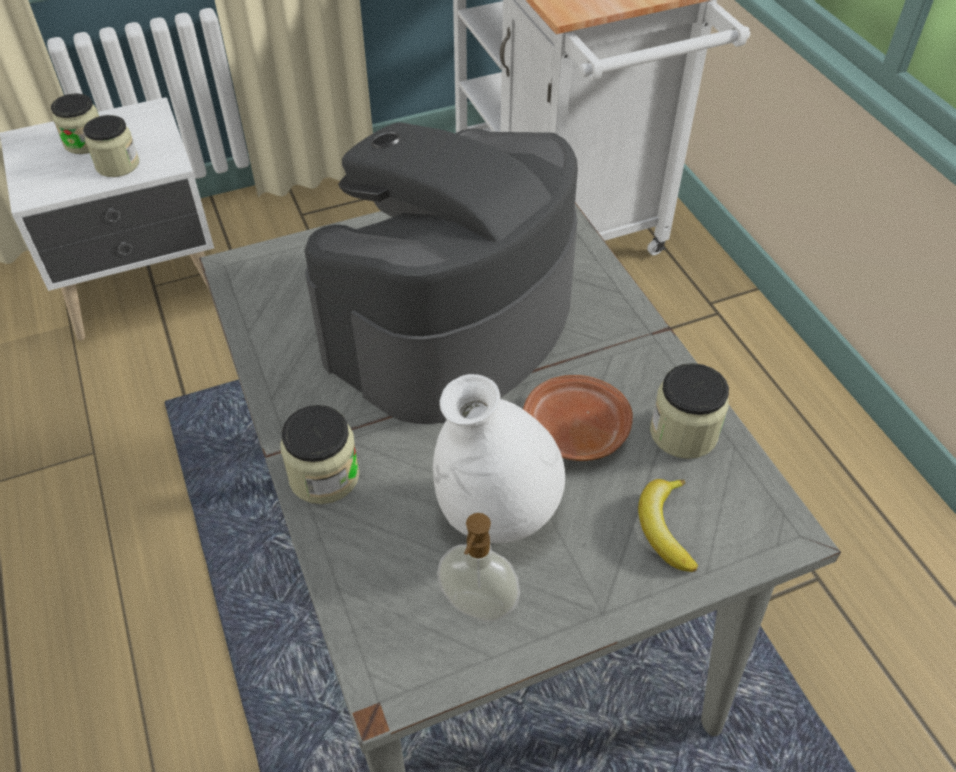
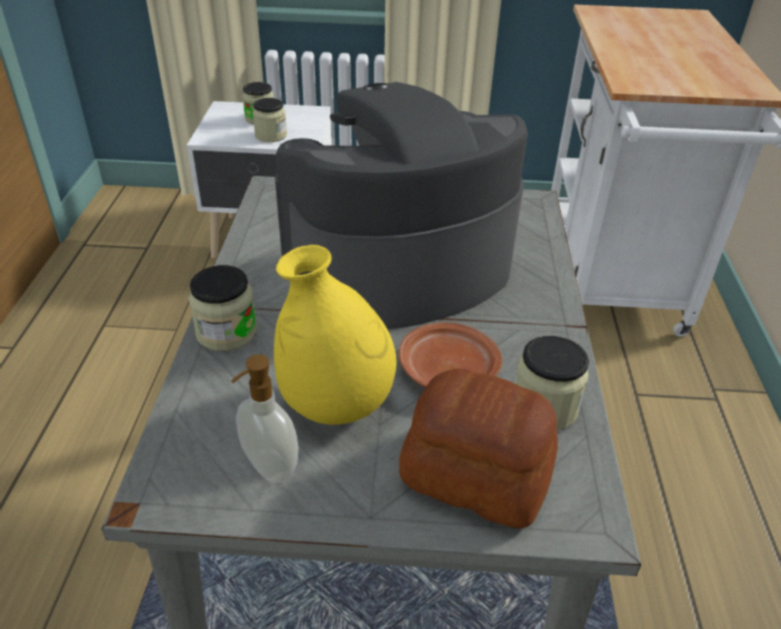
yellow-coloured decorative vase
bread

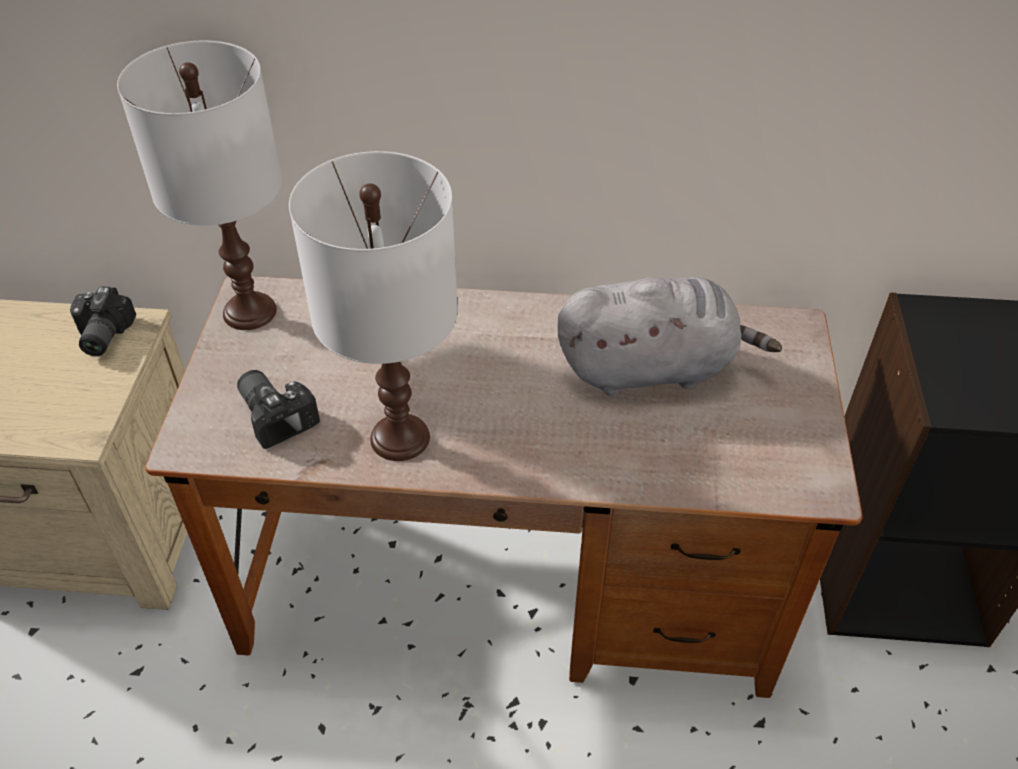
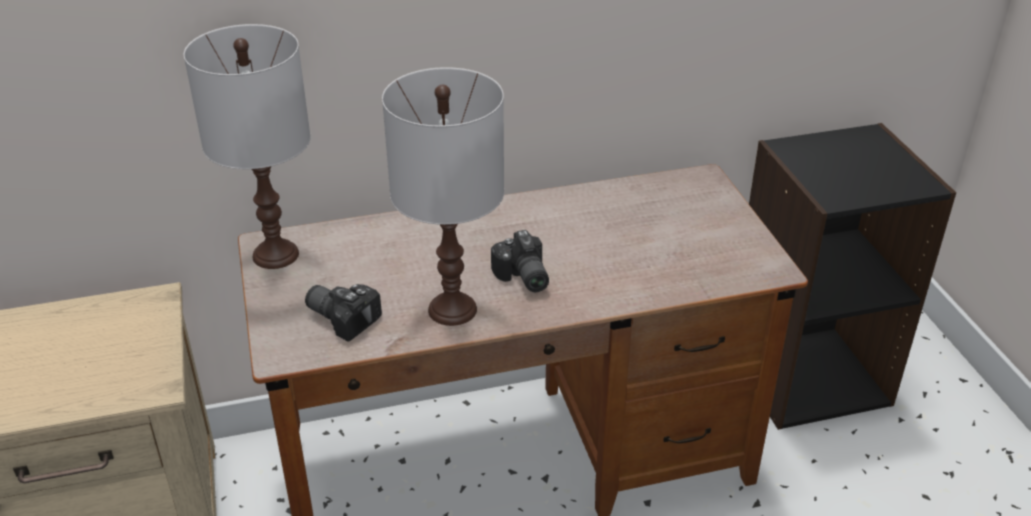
gray cuddly toy
still camera (2nd from left)

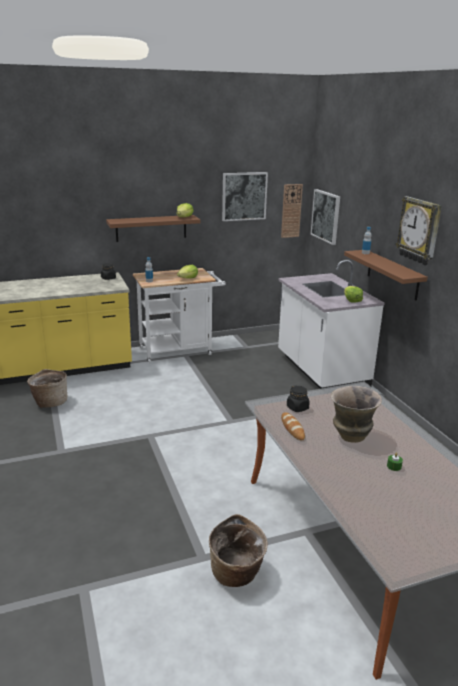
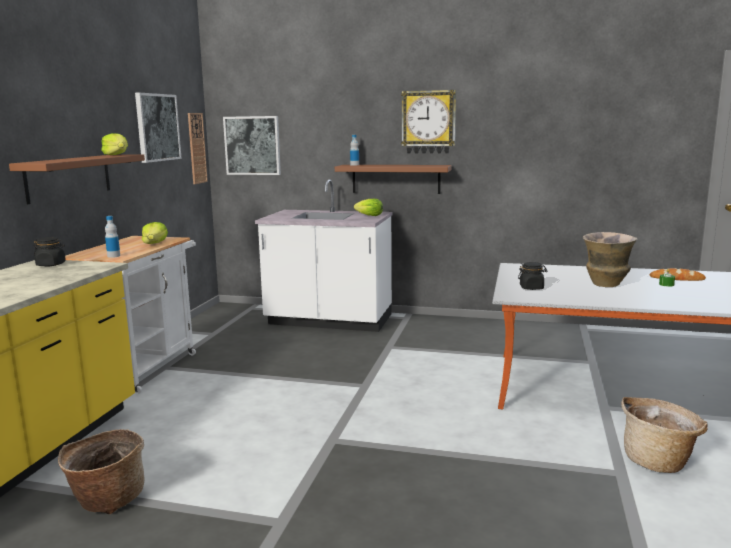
bread

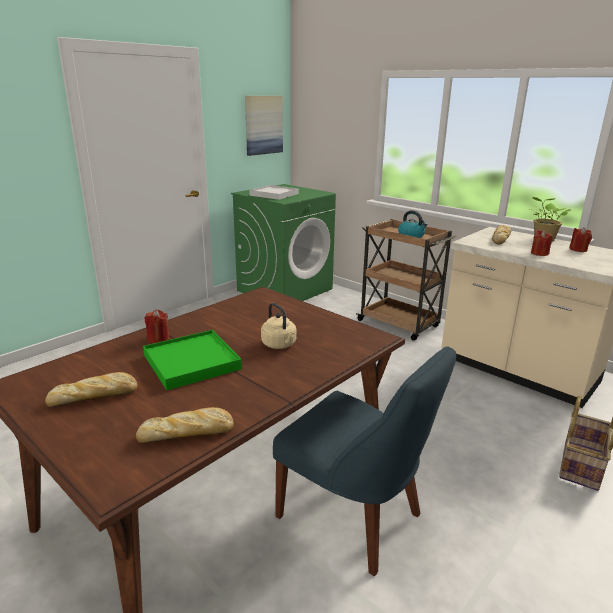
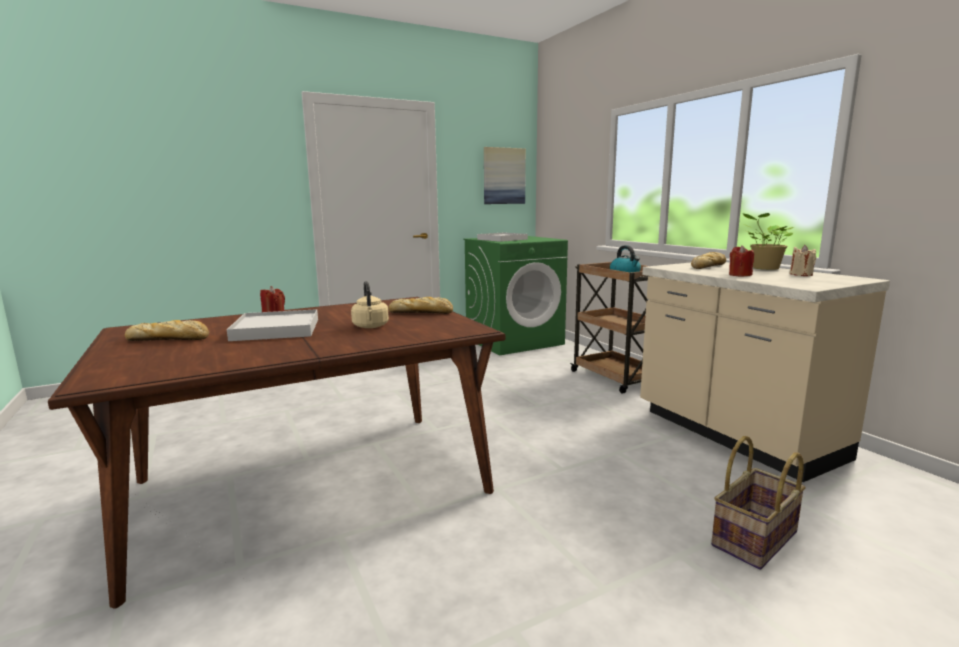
beige wax light
white carrying tray (1st from left)
bluish plain chair
bread (2nd from left)

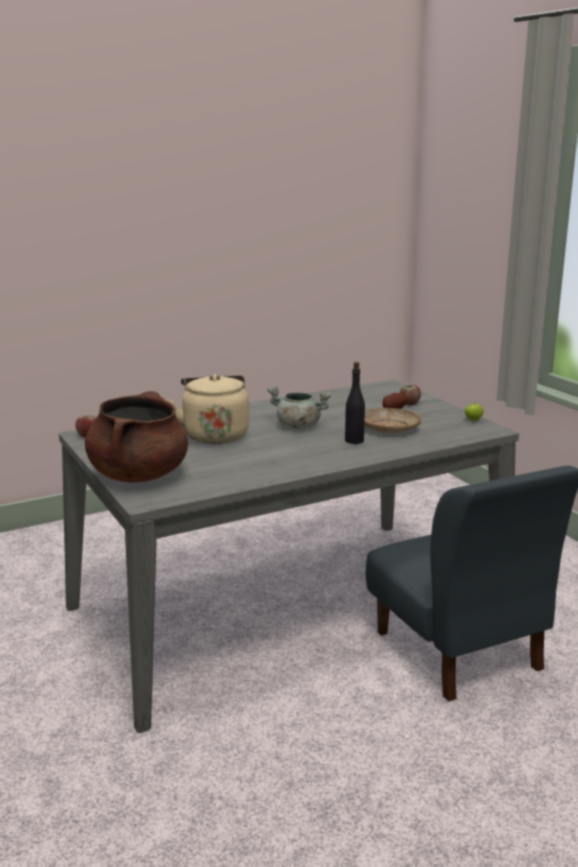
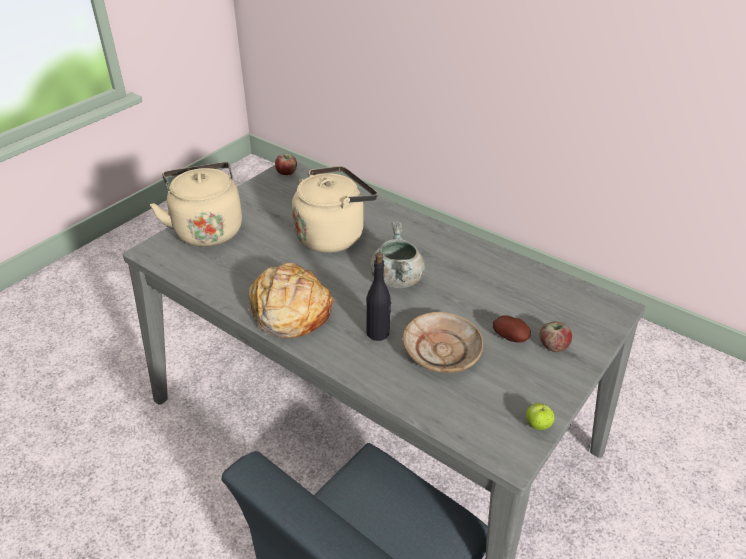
beige tea kettle (1st from left)
bread

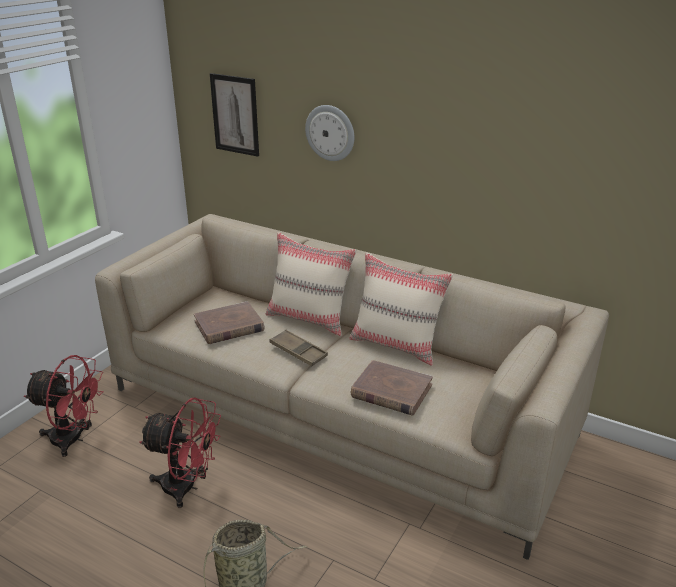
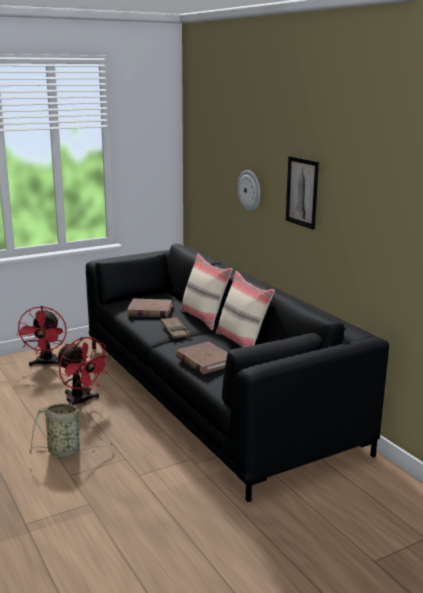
wall art
black couch
red-coloured cooling fan (1st from left)

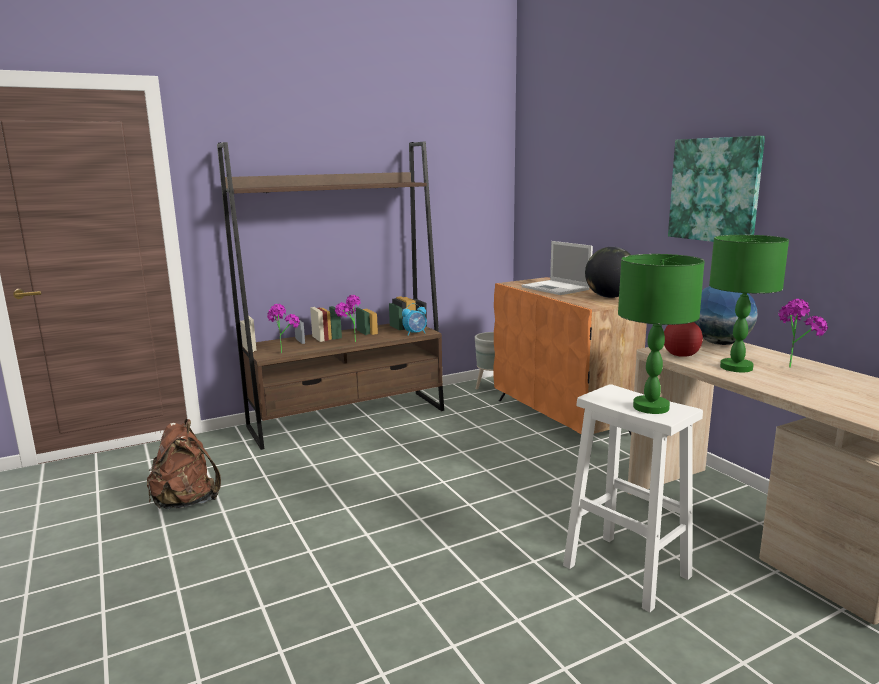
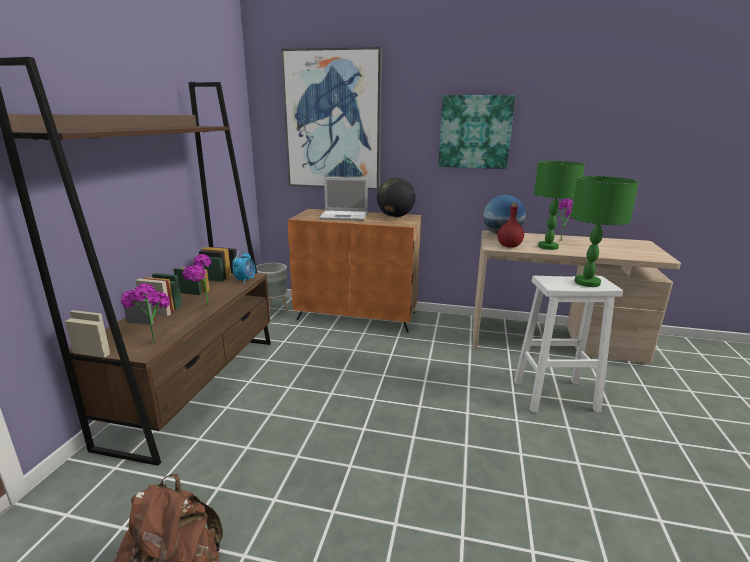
wall art (1st from left)

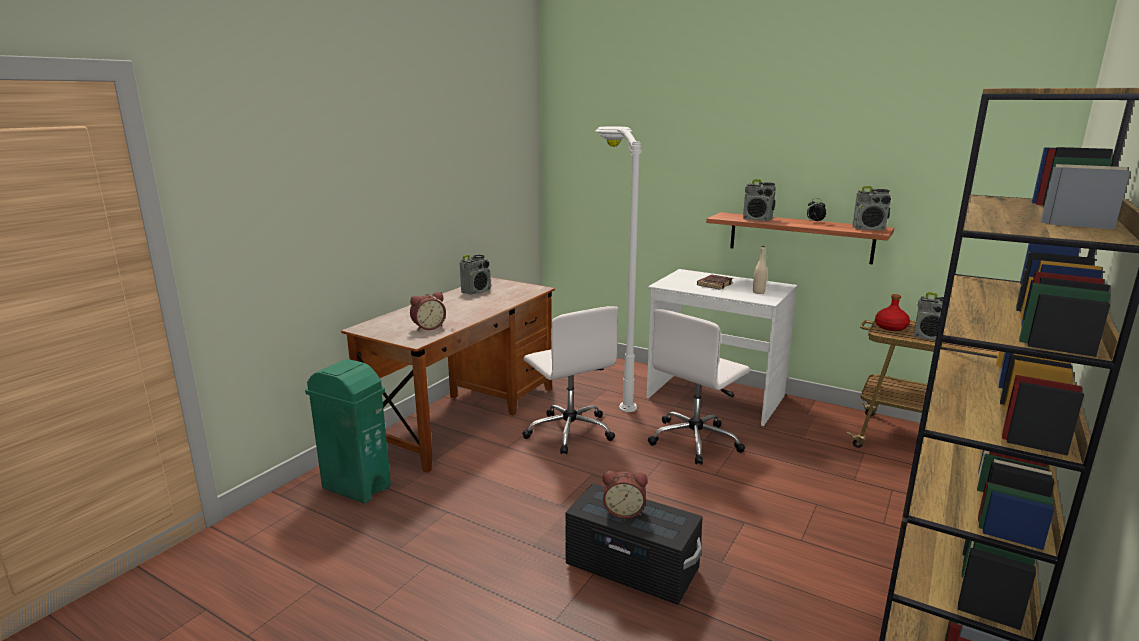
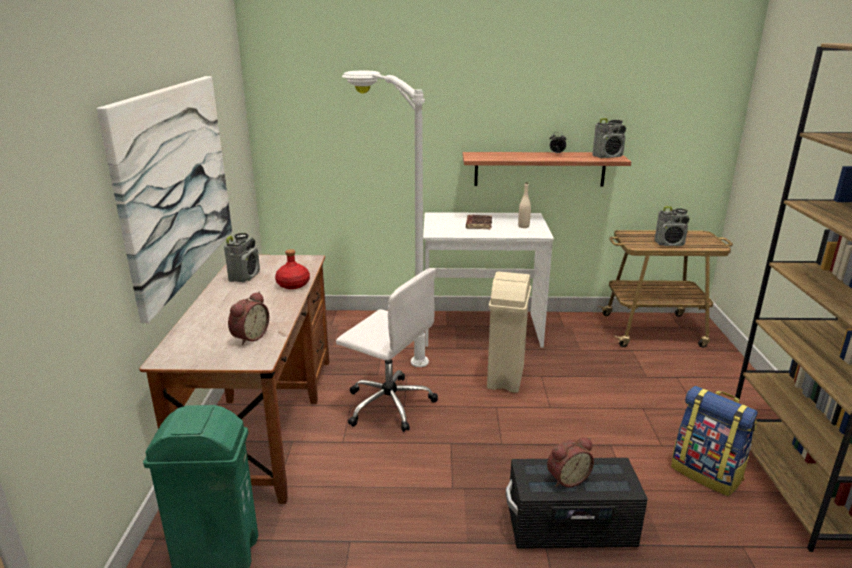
radio receiver (2nd from left in the first image)
red-coloured drink bottle
beige trash can
wall art
rucksack

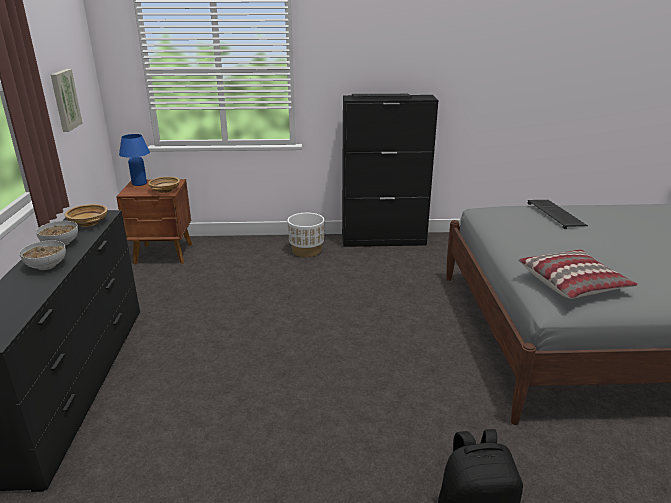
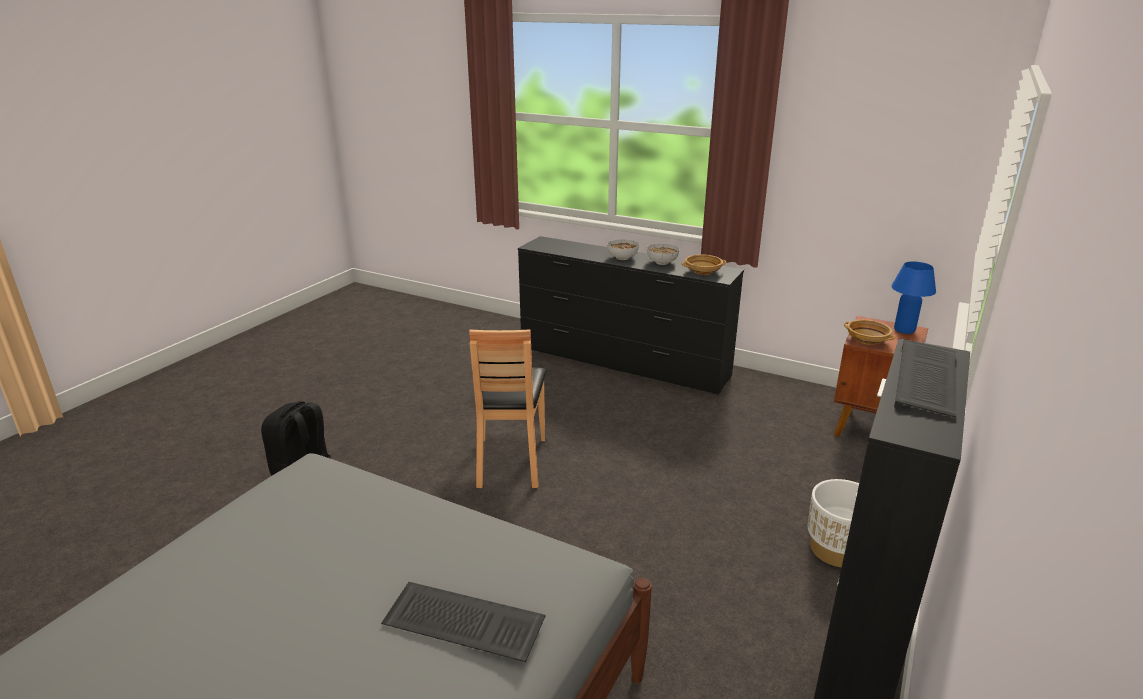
wall art
cushion
brownish plain chair

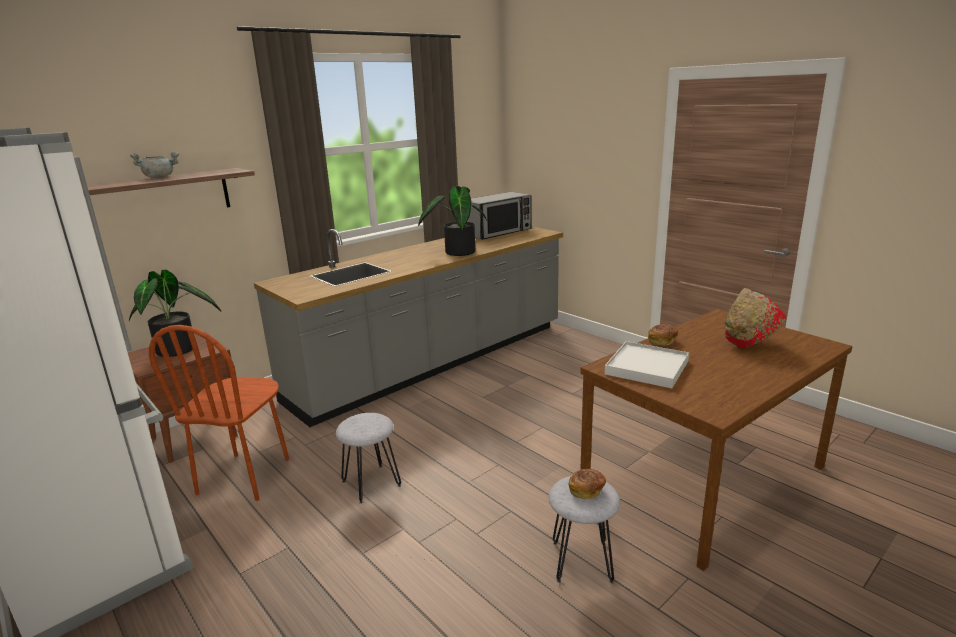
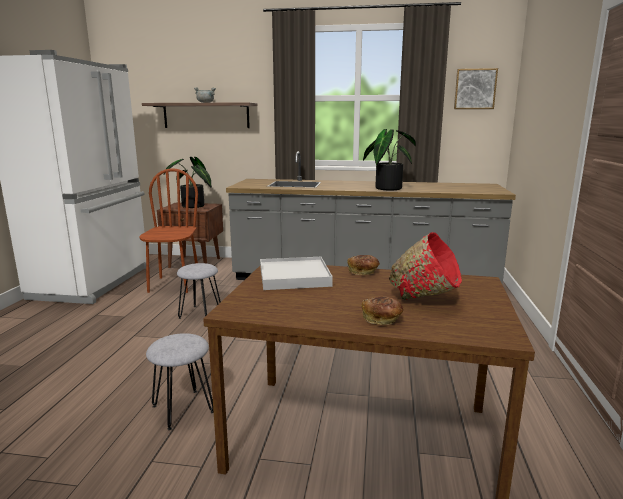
microwave
brownish plain chair
bread (2nd from left)
wall art

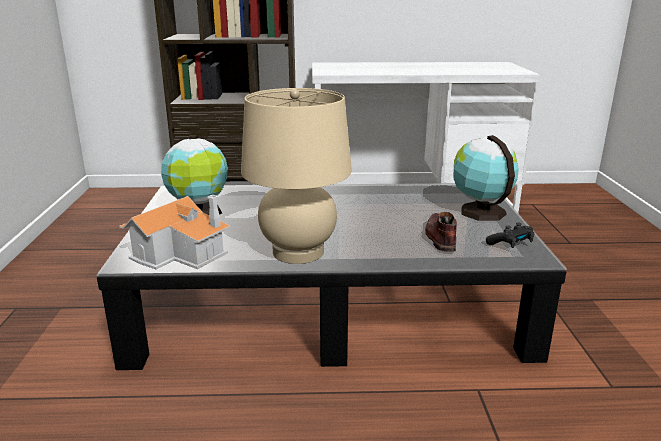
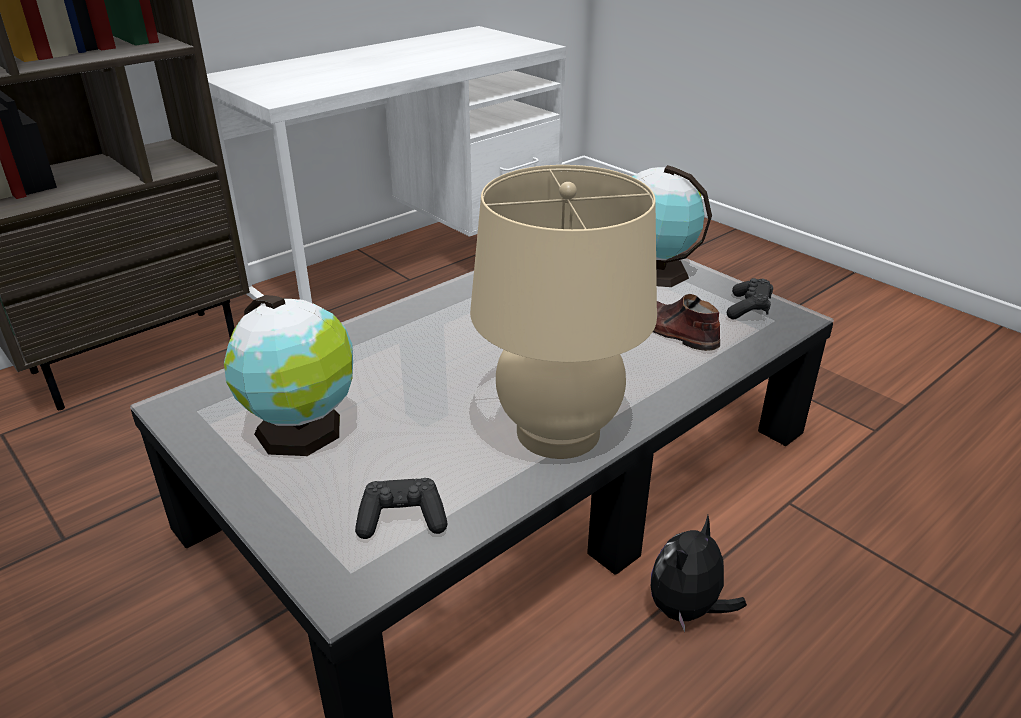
black gamepad (1st from left)
cuddly toy

